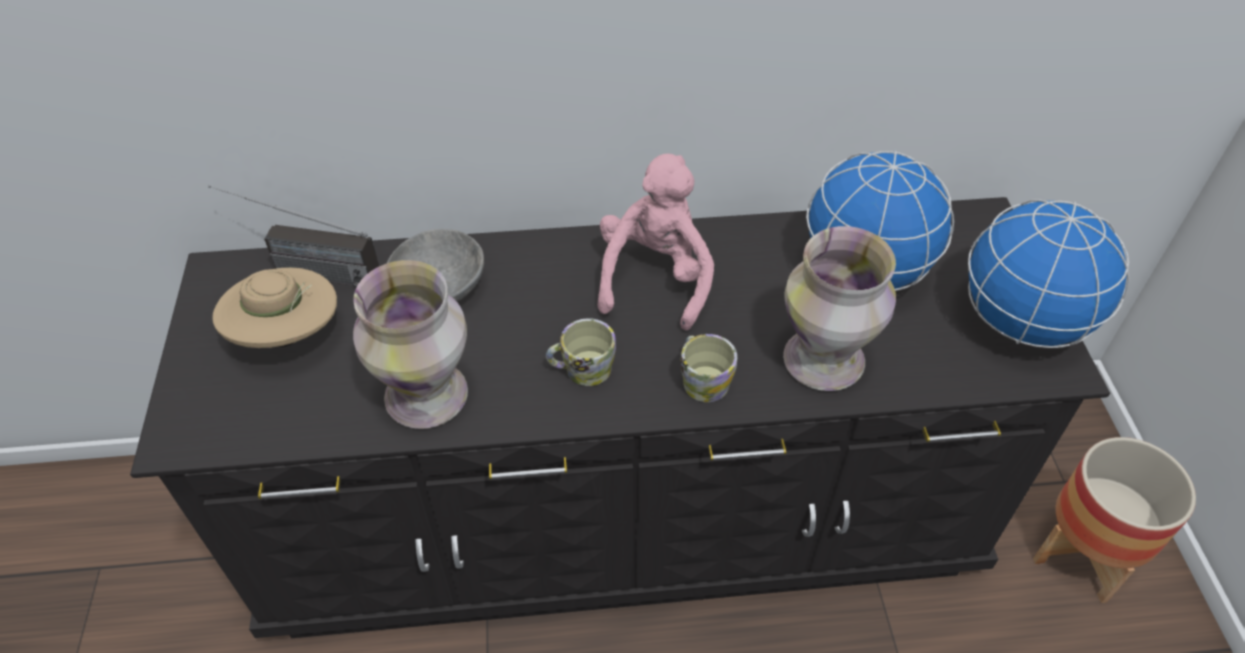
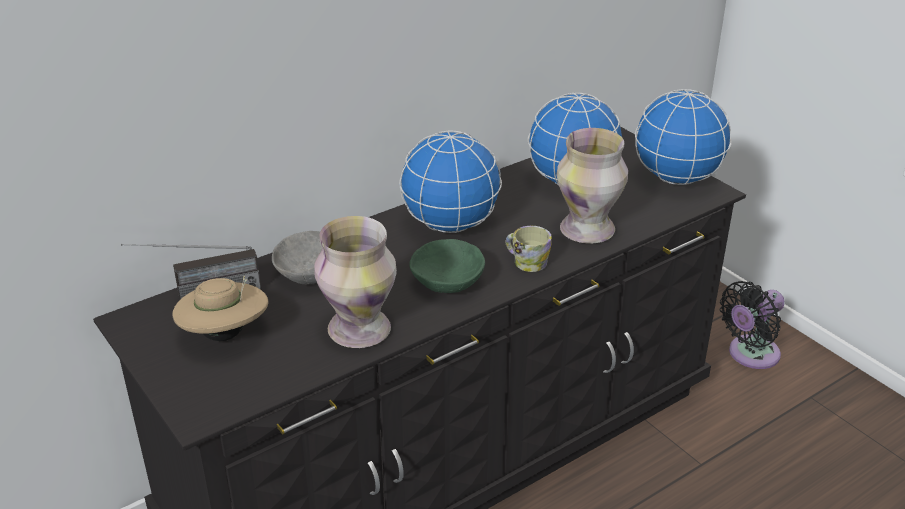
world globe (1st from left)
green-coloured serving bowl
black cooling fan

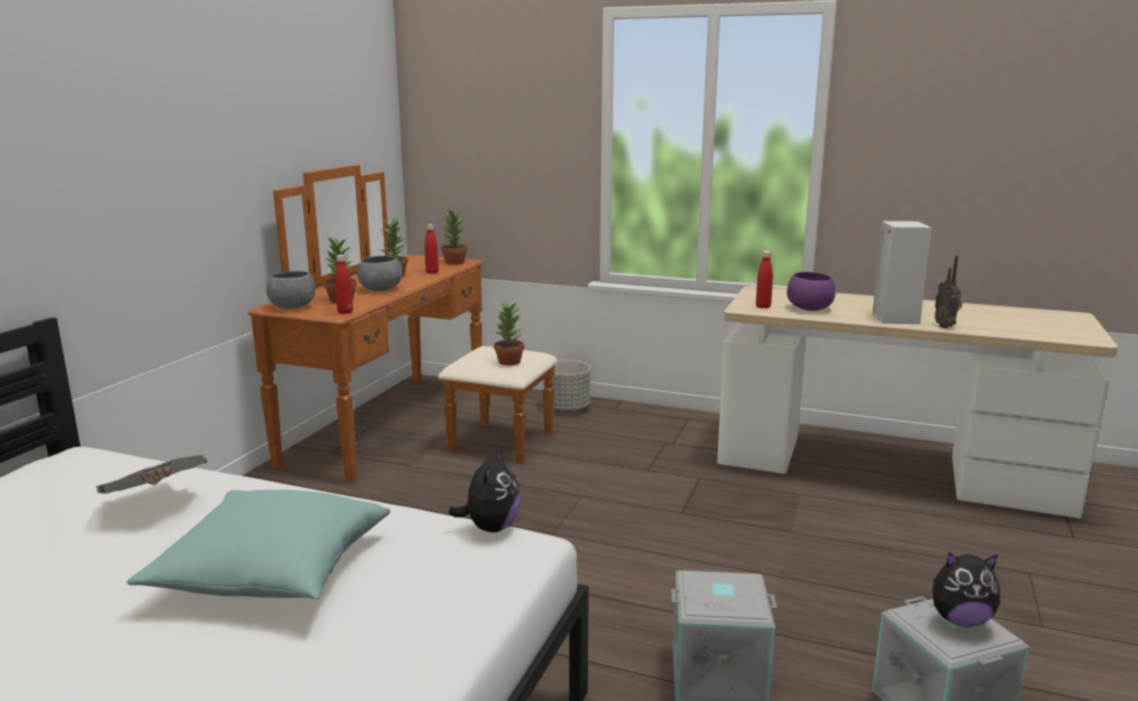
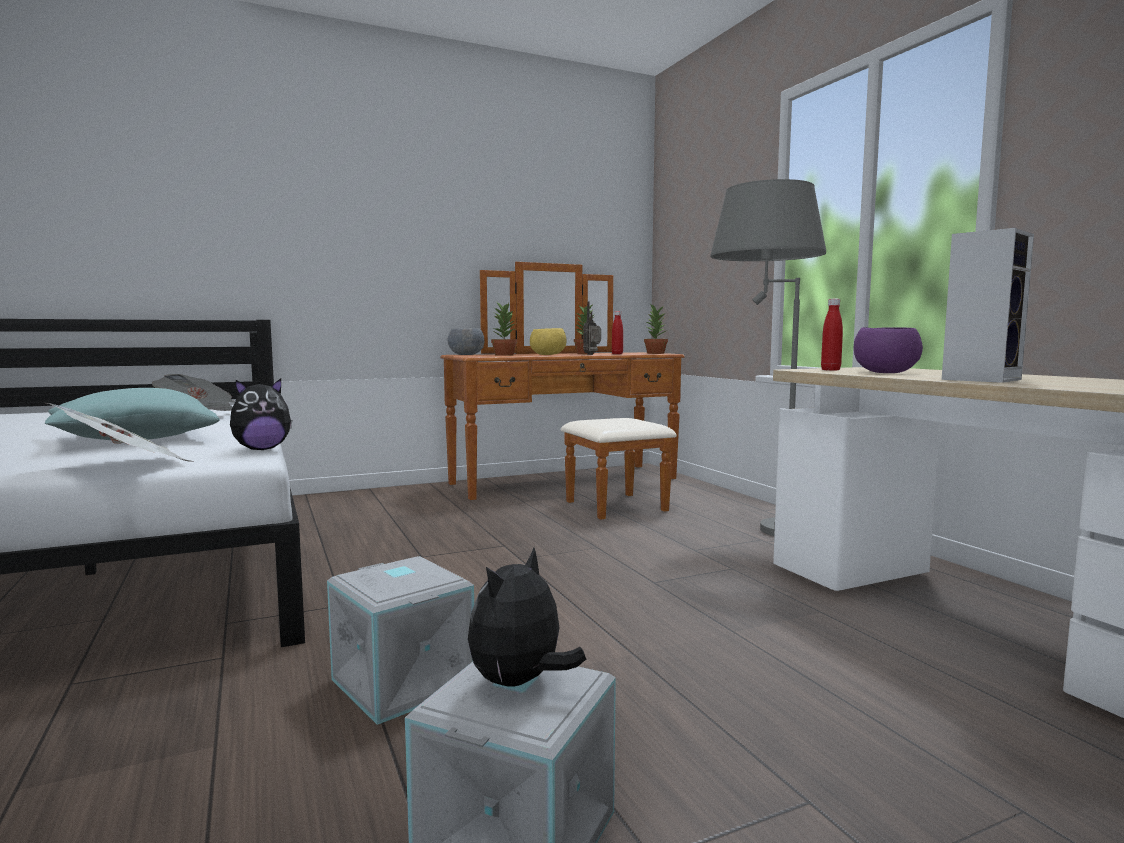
red-coloured drink bottle (1st from left in the first image)
radio receiver
yellow-coloured serving bowl
houseplant (4th from left in the first image)
gray plant pot
cuddly toy (2nd from left)
gray floor lamp
printed paper (1st from left)

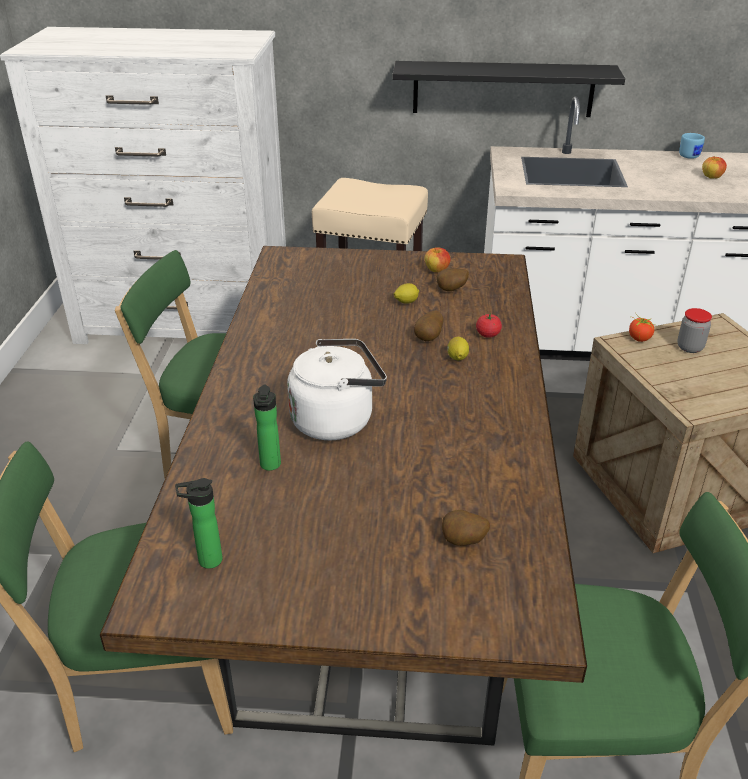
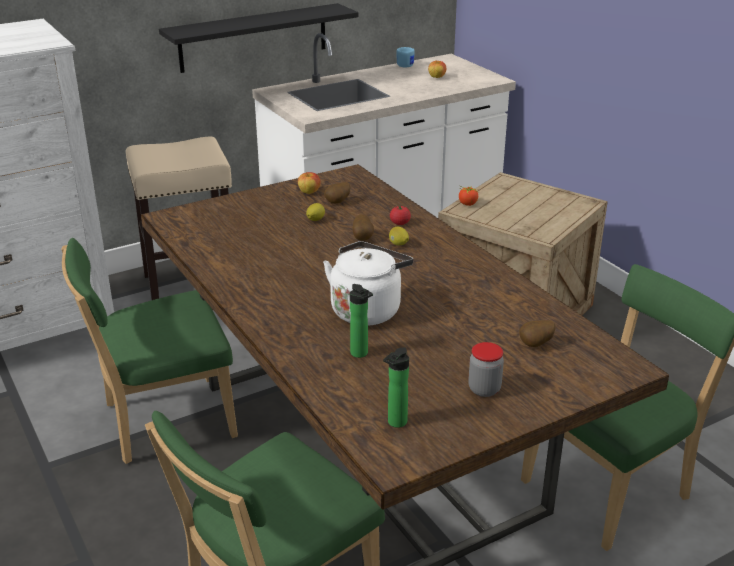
preserve jar

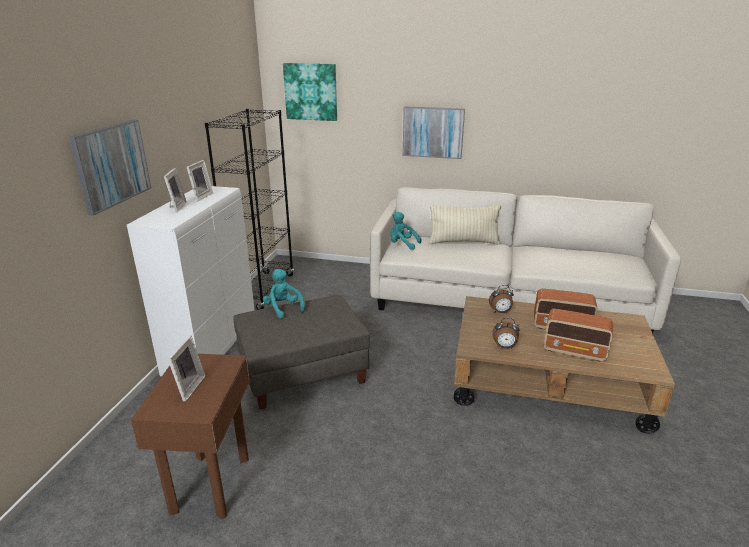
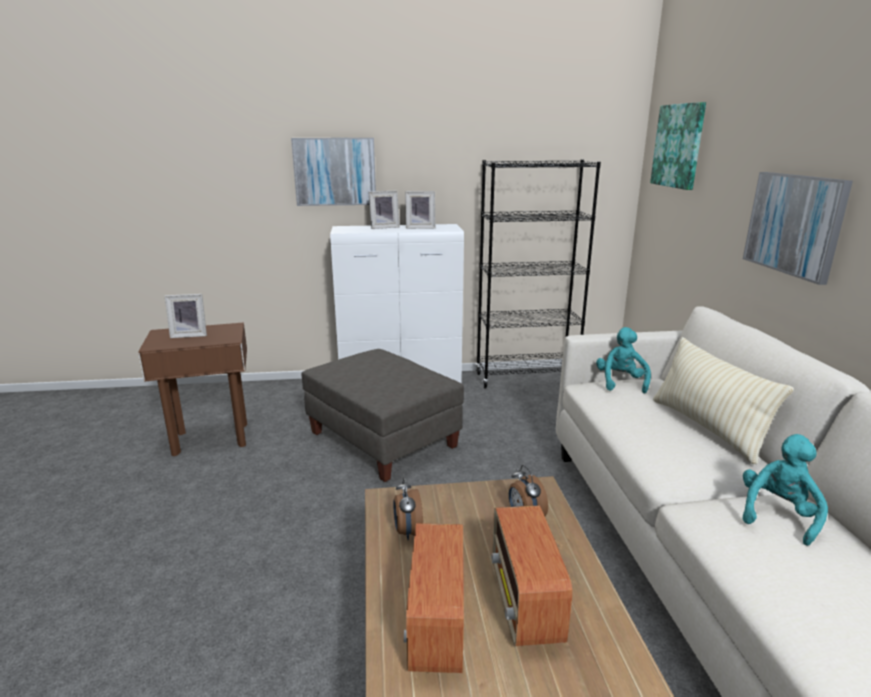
blue-green cuddly toy (2nd from left)

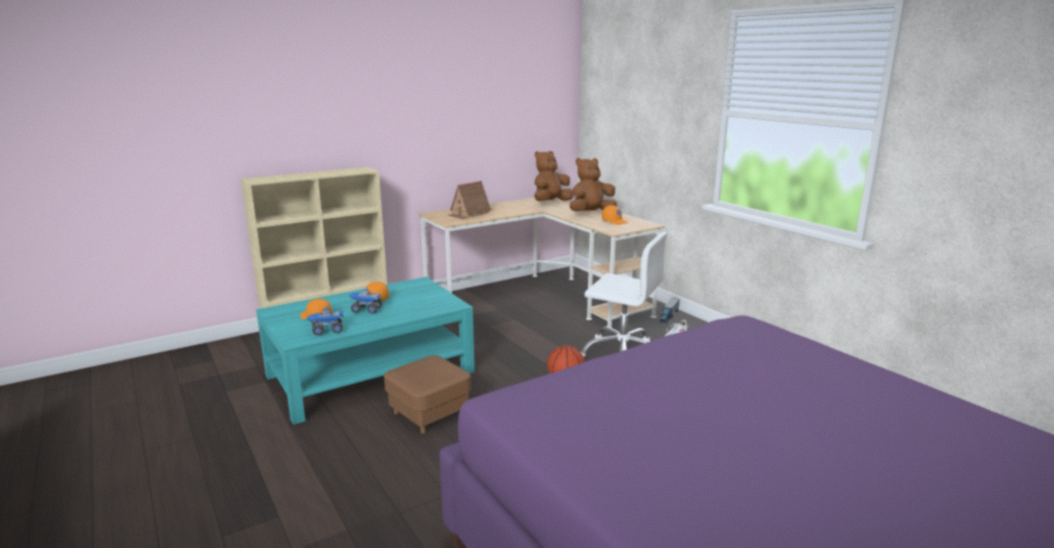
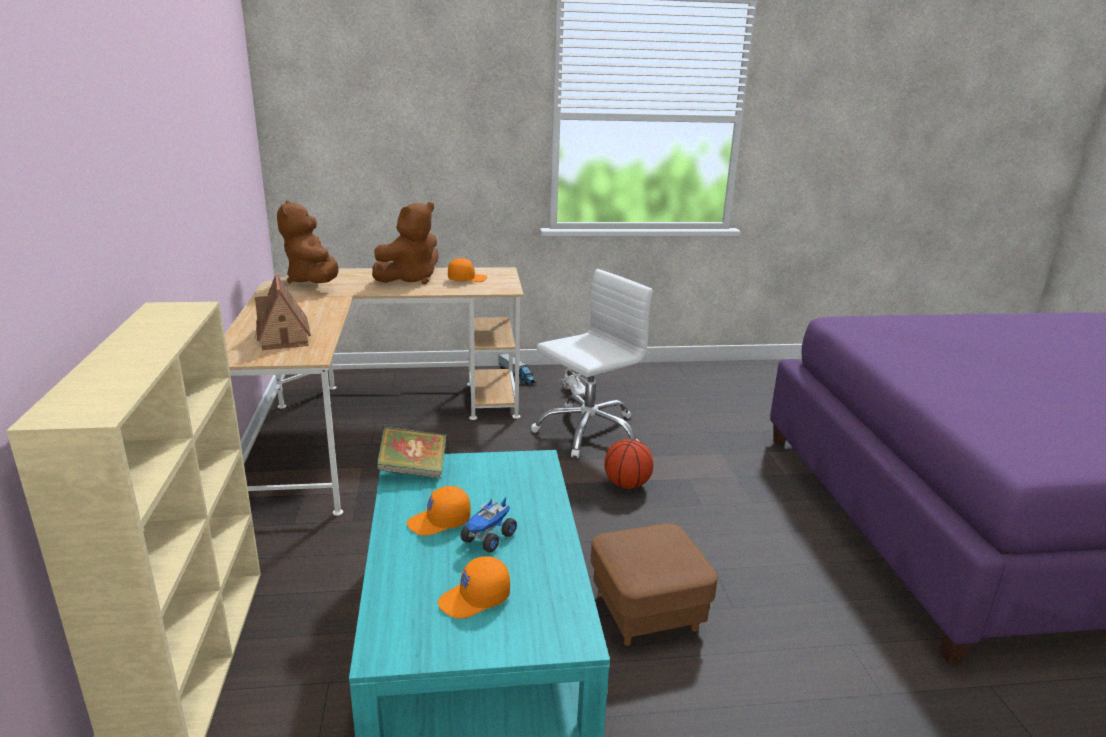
brownish cuddly toy (2nd from left)
toy lorry (1st from left in the first image)
bound book

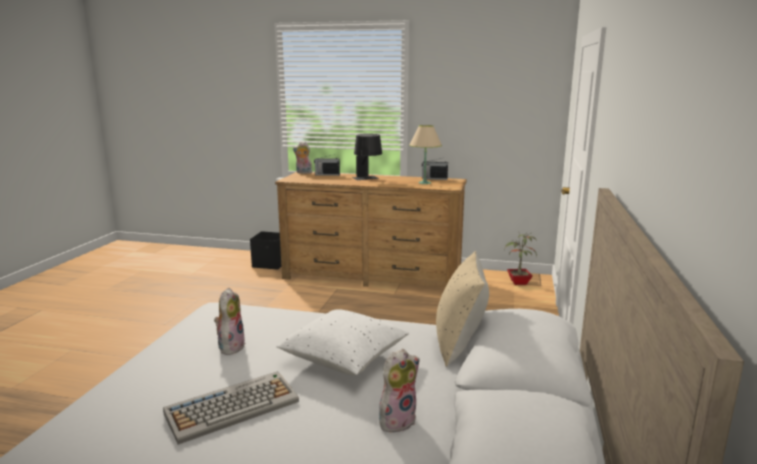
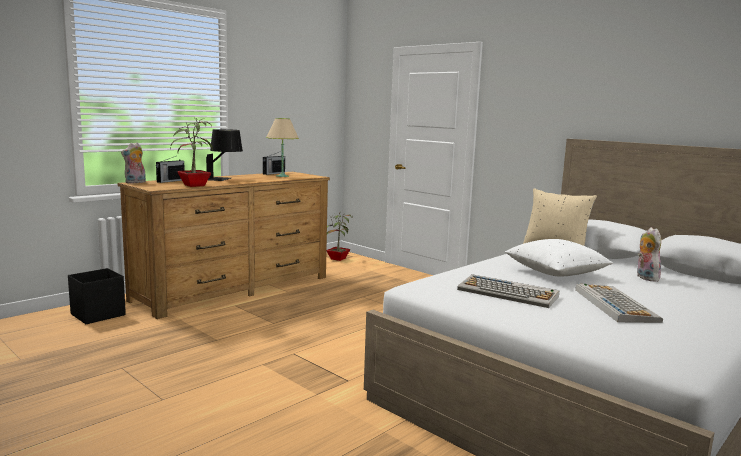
computer keyboard (1st from left)
houseplant (1st from left)

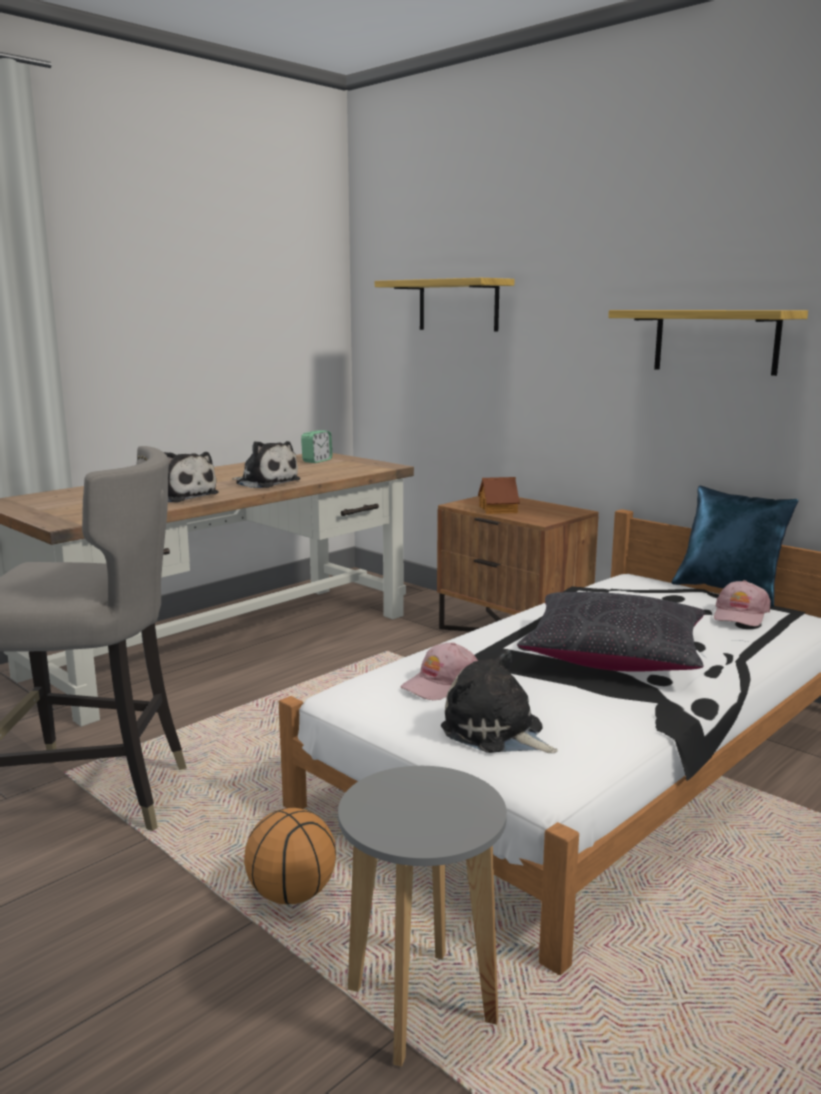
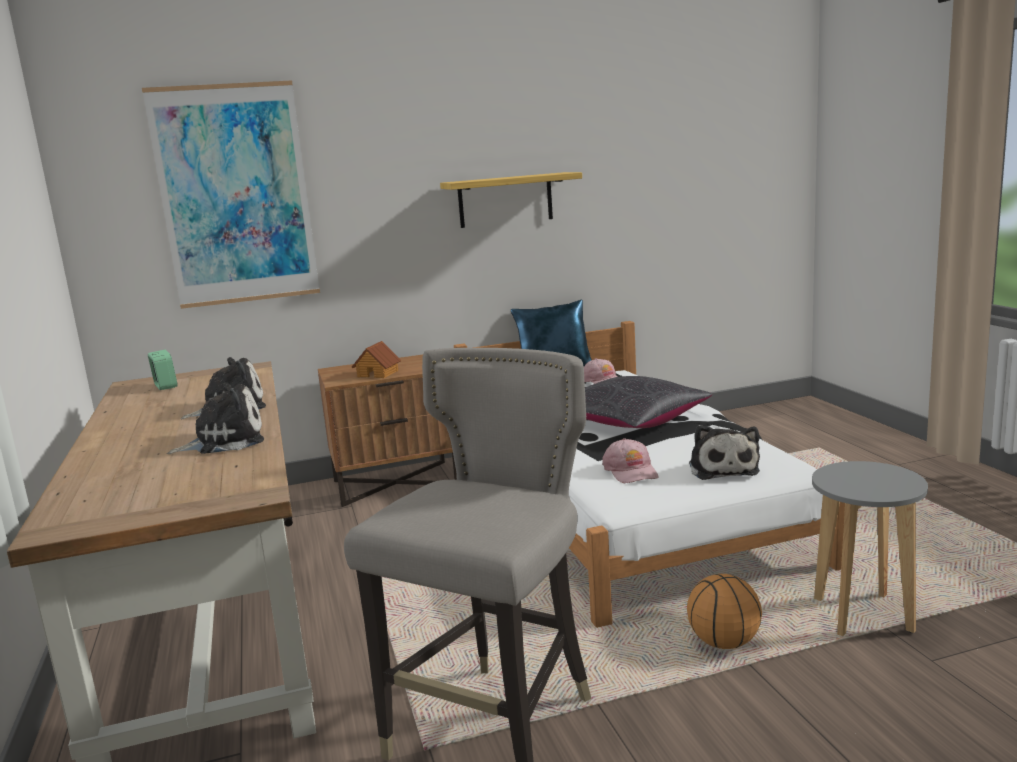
wall art
cuddly toy (3rd from left)

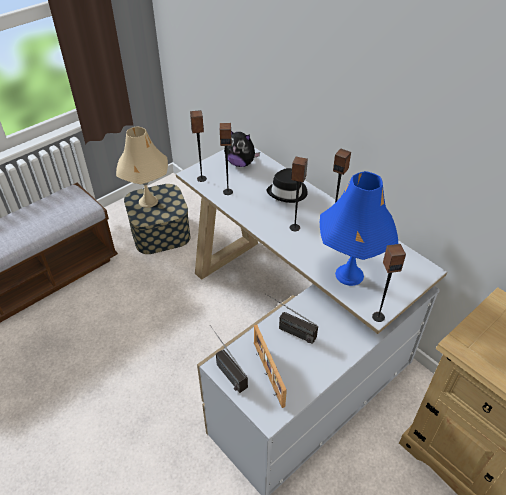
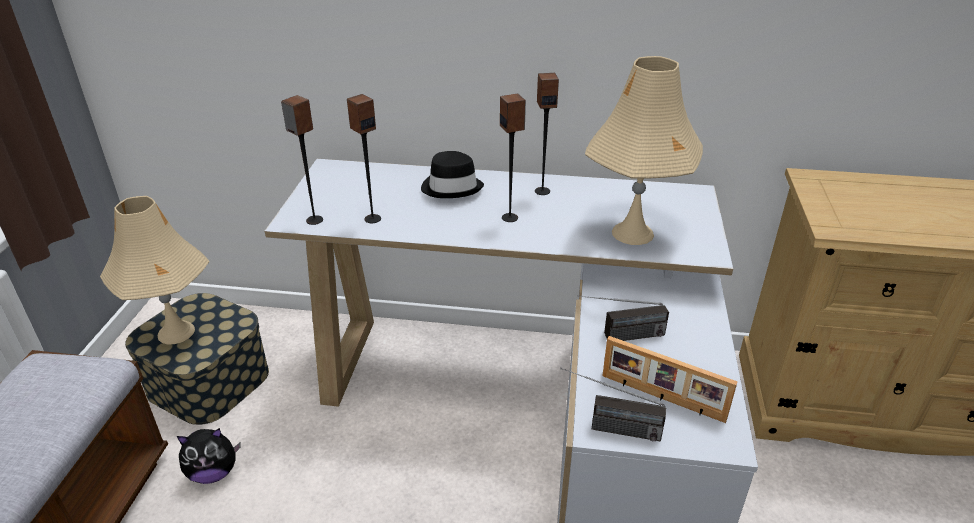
cuddly toy
beige table lamp (2nd from left)
loudspeaker (5th from left in the first image)

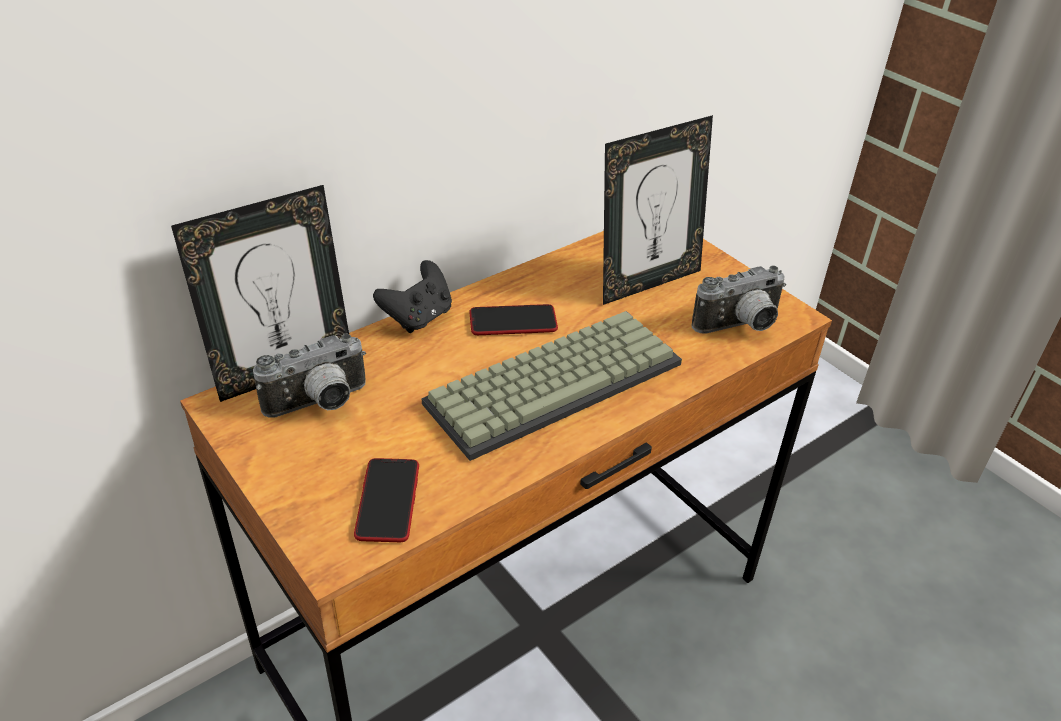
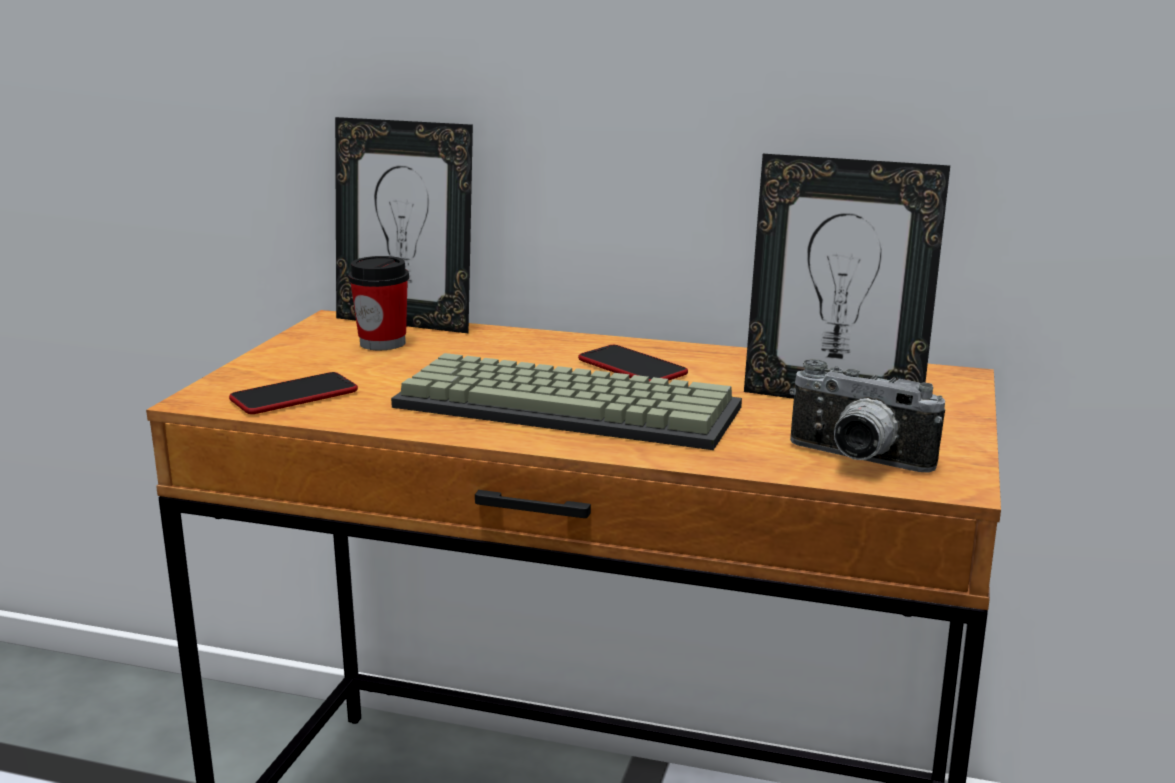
black gamepad
small cup

